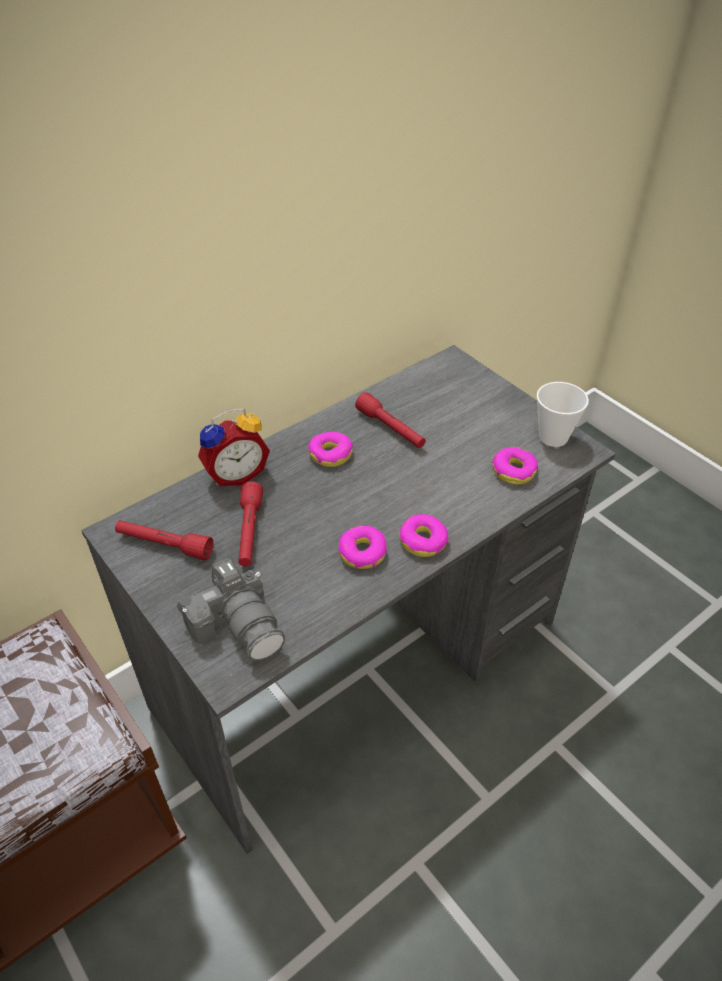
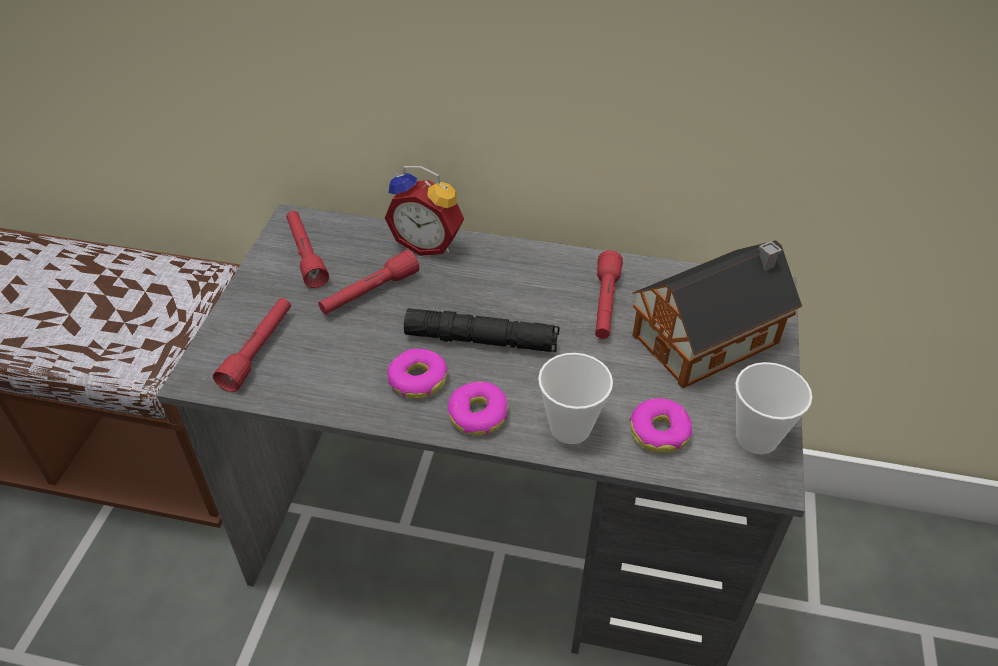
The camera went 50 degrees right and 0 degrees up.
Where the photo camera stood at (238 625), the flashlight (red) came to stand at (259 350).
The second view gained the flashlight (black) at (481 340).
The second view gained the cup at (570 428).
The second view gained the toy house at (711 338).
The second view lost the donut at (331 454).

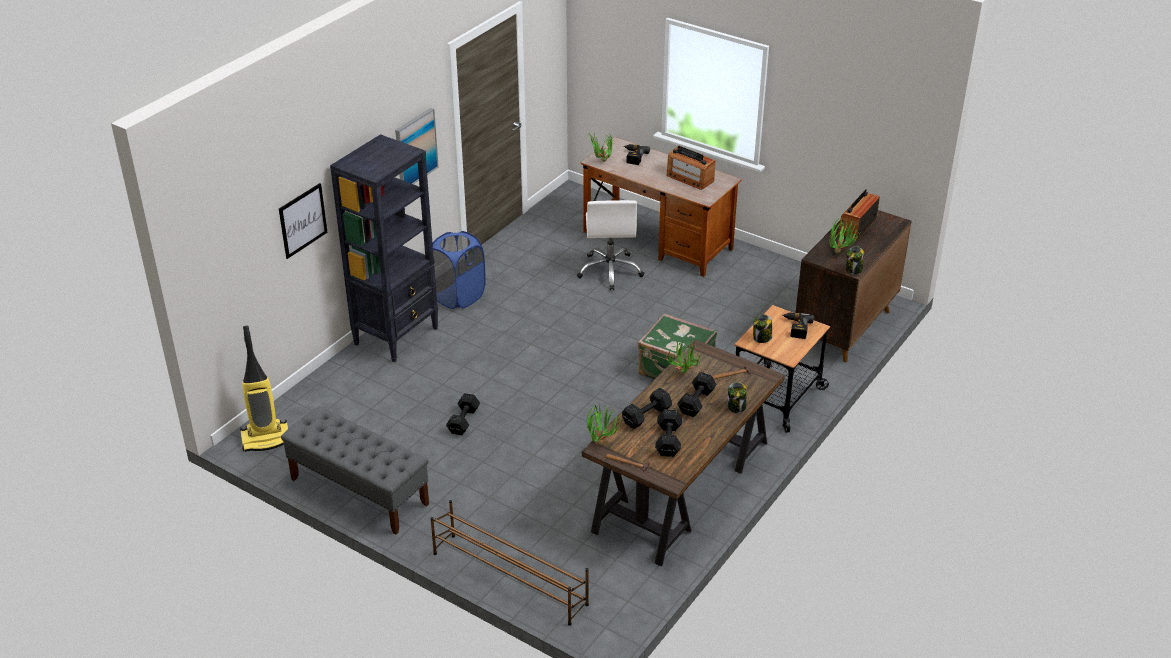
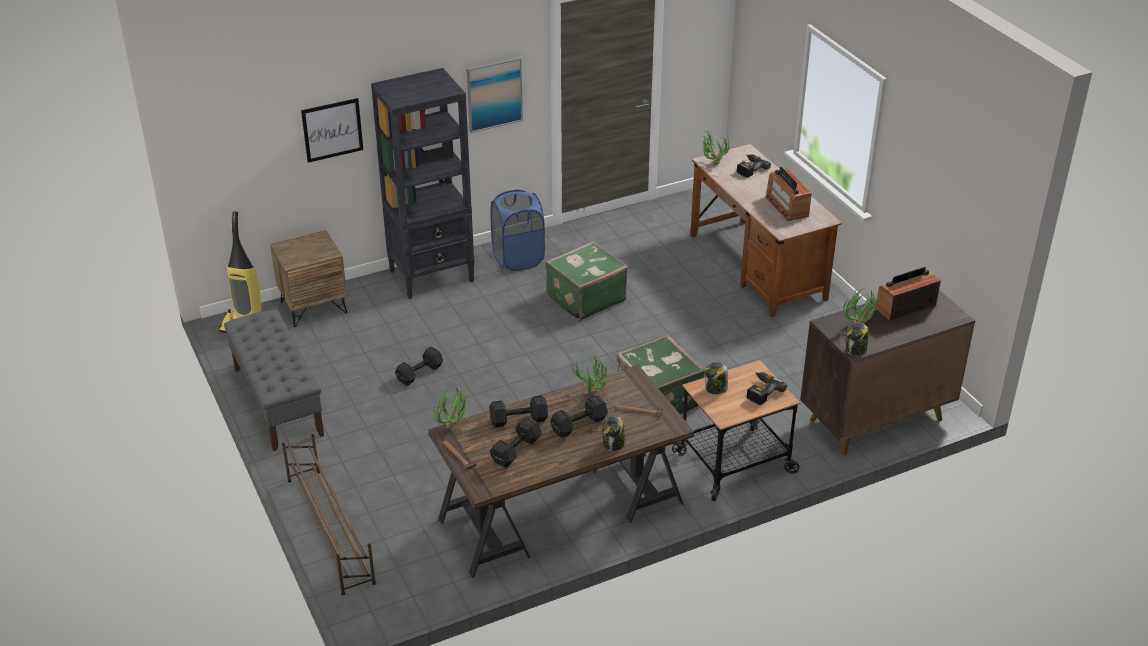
The camera went 30 degrees right and 0 degrees up.
The second view gained the nightstand (brown) at (313 307).
The second view gained the suitcase (green) at (584 298).
The second view lost the office chair (white) at (610 271).

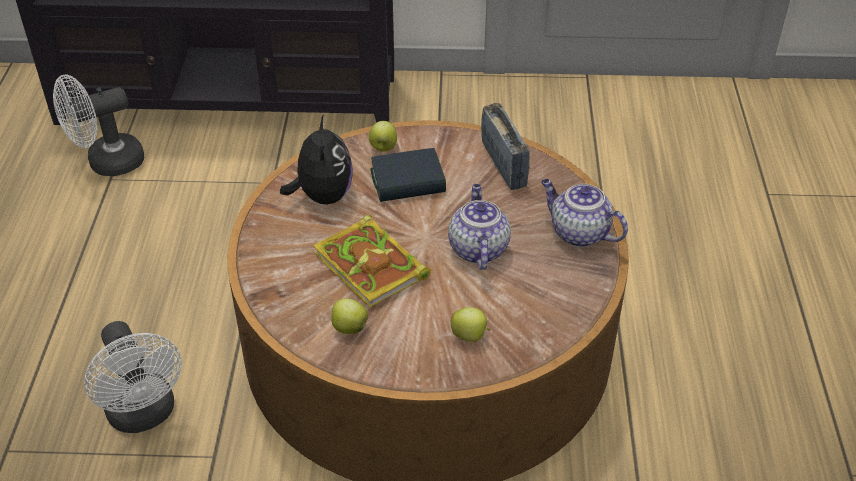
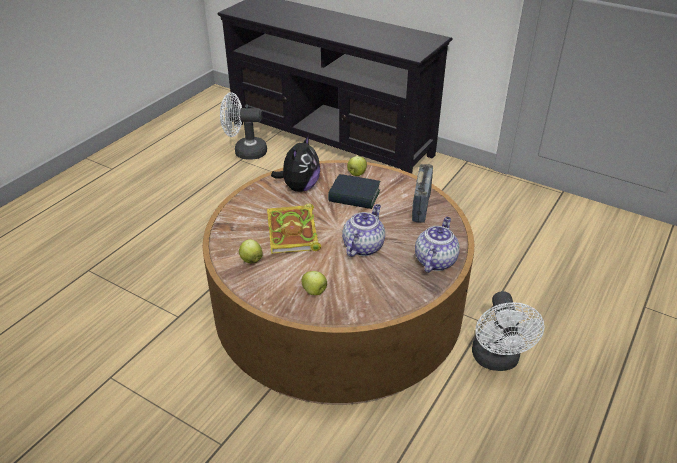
The camera went 30 degrees right and 5 degrees down.
The teapot at (578 233) ended up facing another way, 45 degrees clockwise from before.
The fan (white) ended up elsewhere, having gone from (144 415) to (497 360).

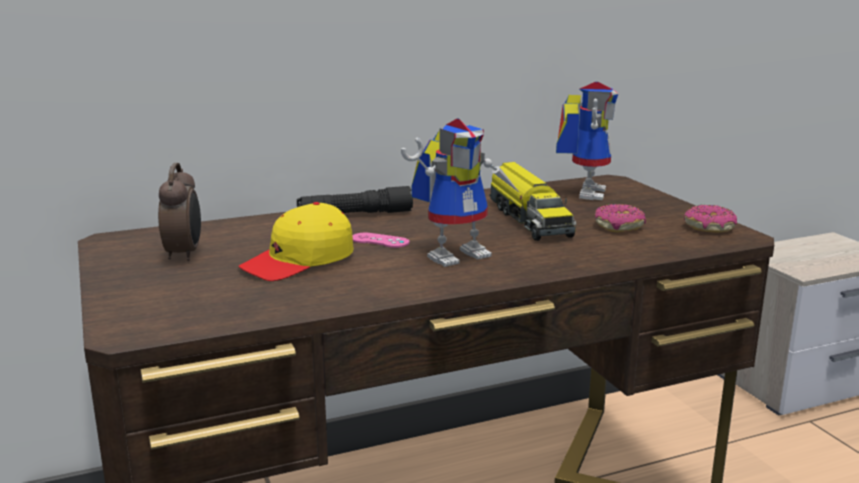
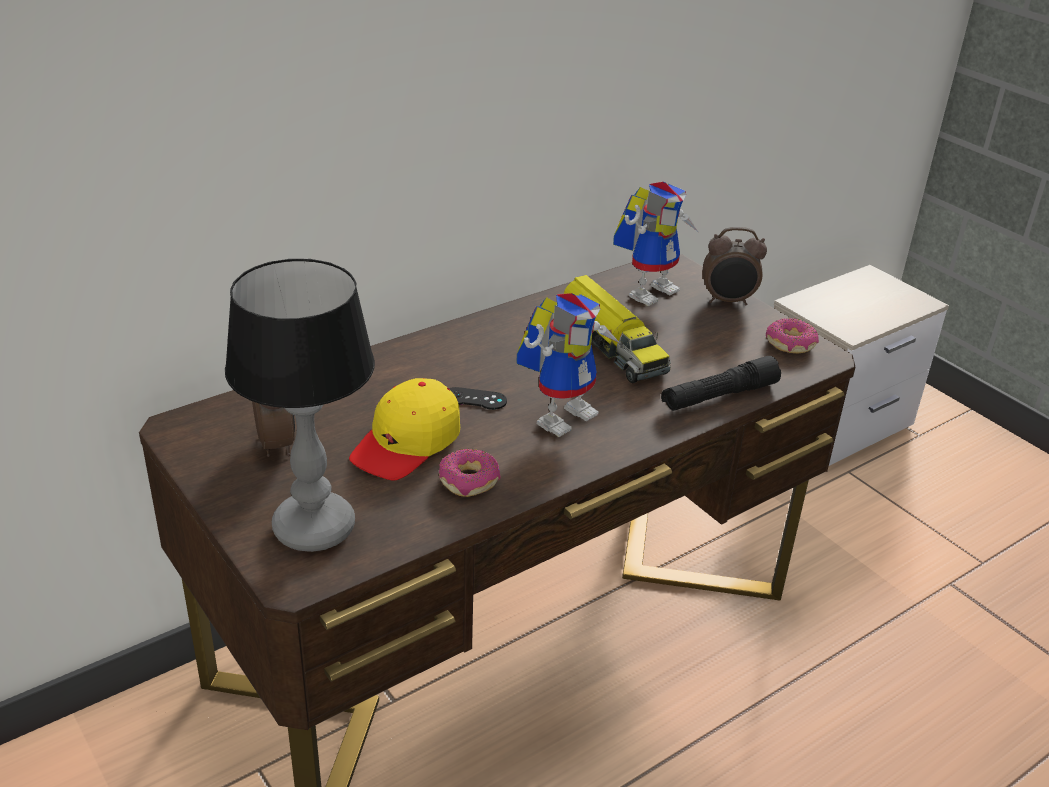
The camera went 15 degrees left and 15 degrees up.
The second view gained the table lamp at (314 529).
The donut ended up elsewhere, having gone from (619 226) to (469 480).
What was the game controller (pink) at (380 241) turned into the game controller (black) at (474 399).
The toy robot at (584 192) ended up facing another way, 45 degrees clockwise from before.
The flashlight (black) ended up elsewhere, having gone from (355 215) to (719 396).
The second view gained the alarm clock at (728 301).

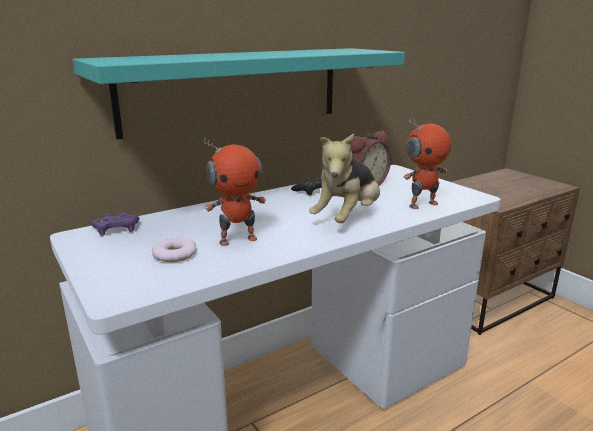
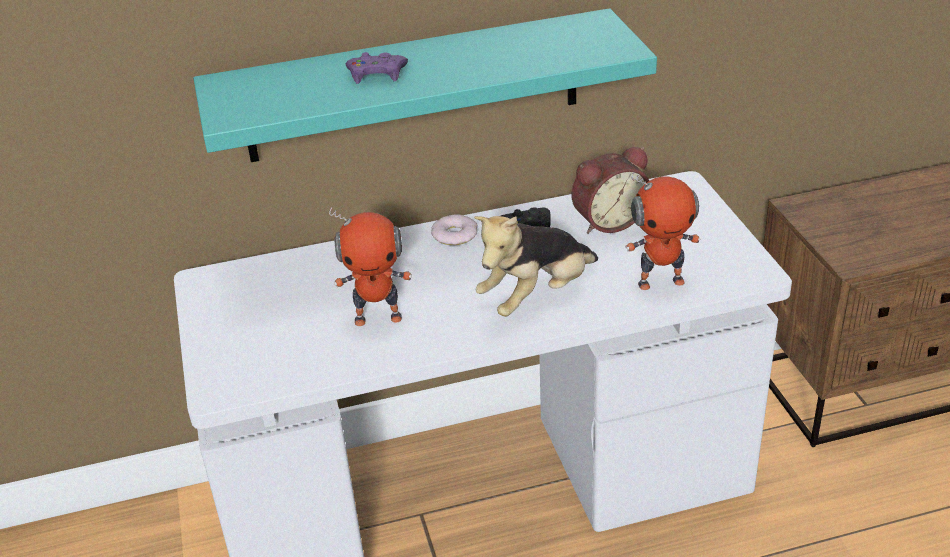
The camera went 20 degrees right and 15 degrees up.
The game controller (purple) ended up elsewhere, having gone from (116 229) to (377 74).
The donut ended up elsewhere, having gone from (174 254) to (454 234).

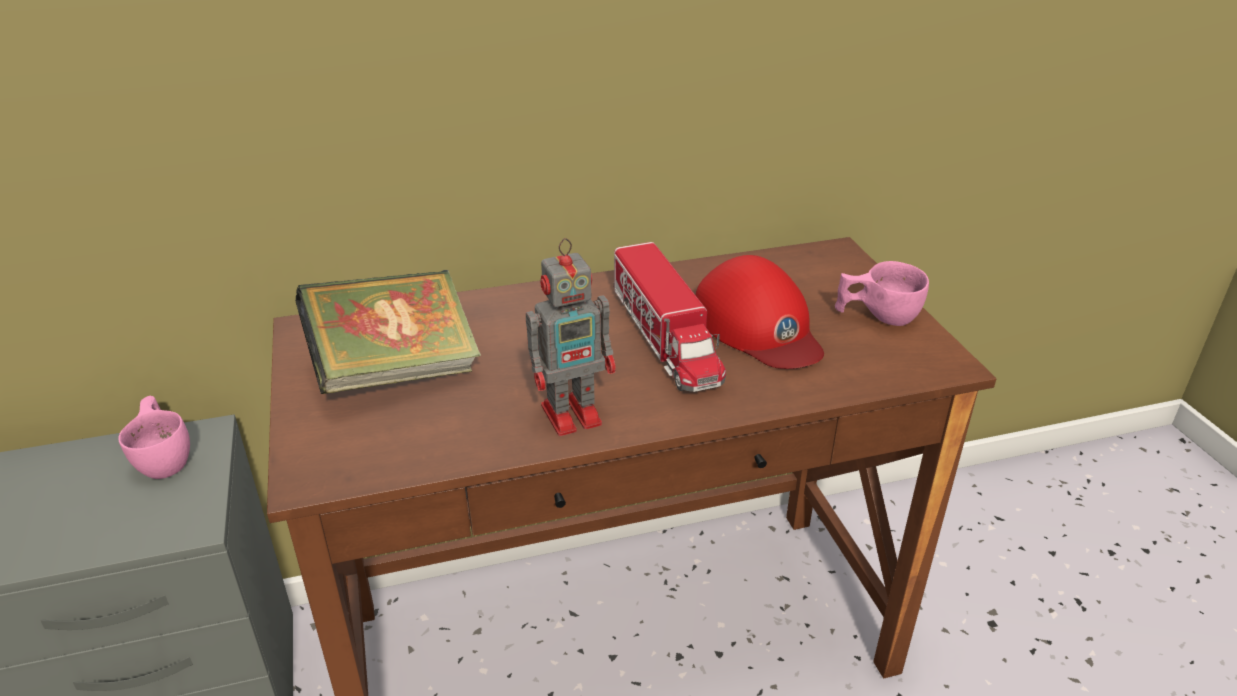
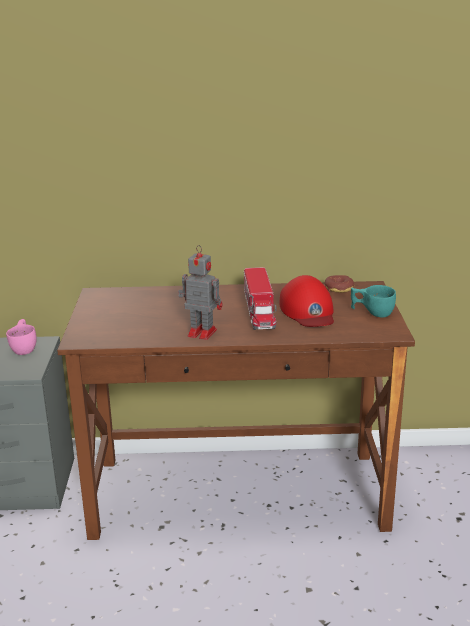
The camera went 15 degrees right and 10 degrees down.
The toy robot at (574 413) ended up facing another way, 150 degrees counterclockwise from before.
The second view gained the donut at (339 288).
What was the cup (pink) at (877 315) turned into the cup (turquoise) at (372 312).
The second view lost the book at (395 372).

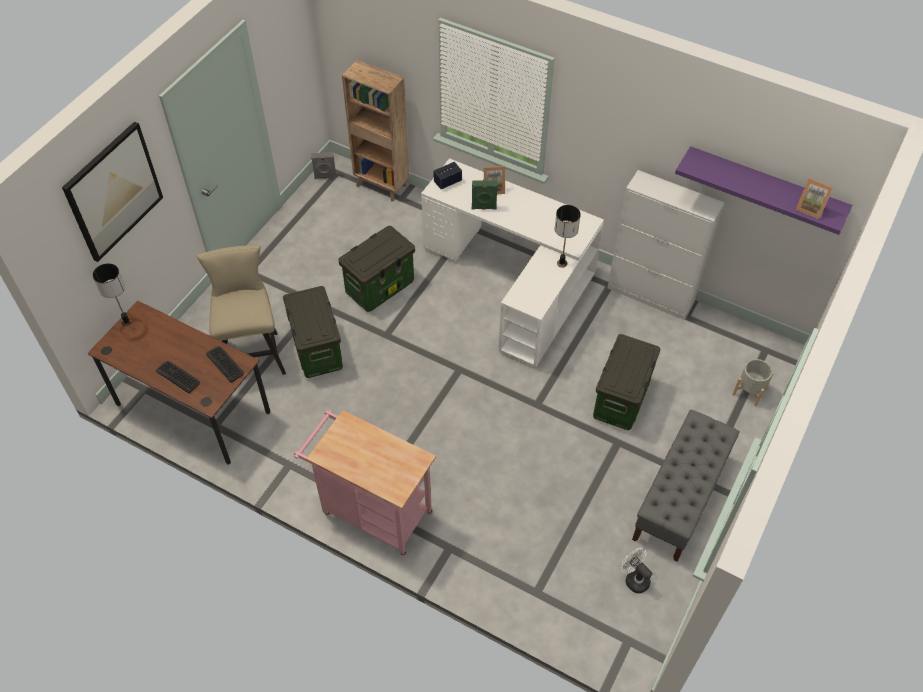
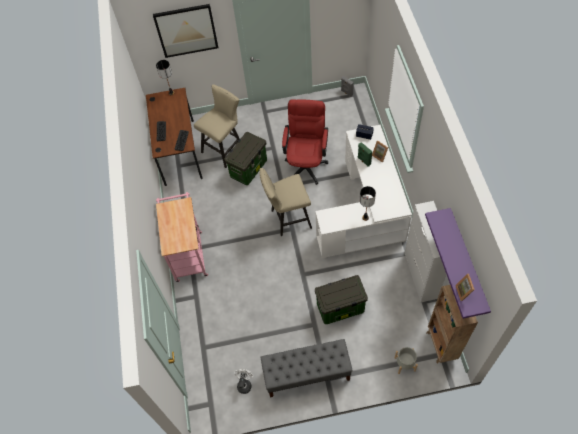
The camera went 55 degrees right and 5 degrees up.
The second view gained the stool (beige) at (288 219).
Where the storage box stood at (380 287), the office chair (red) came to stand at (306 163).
The bookcase (brown) ended up elsewhere, having gone from (382 186) to (441 346).

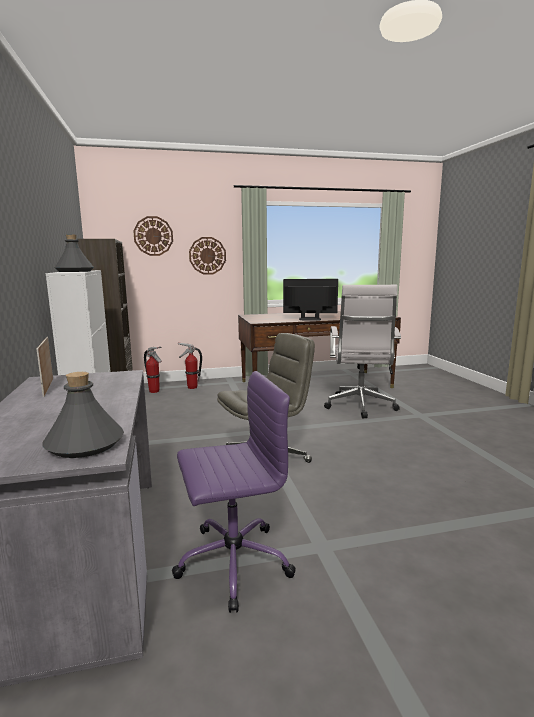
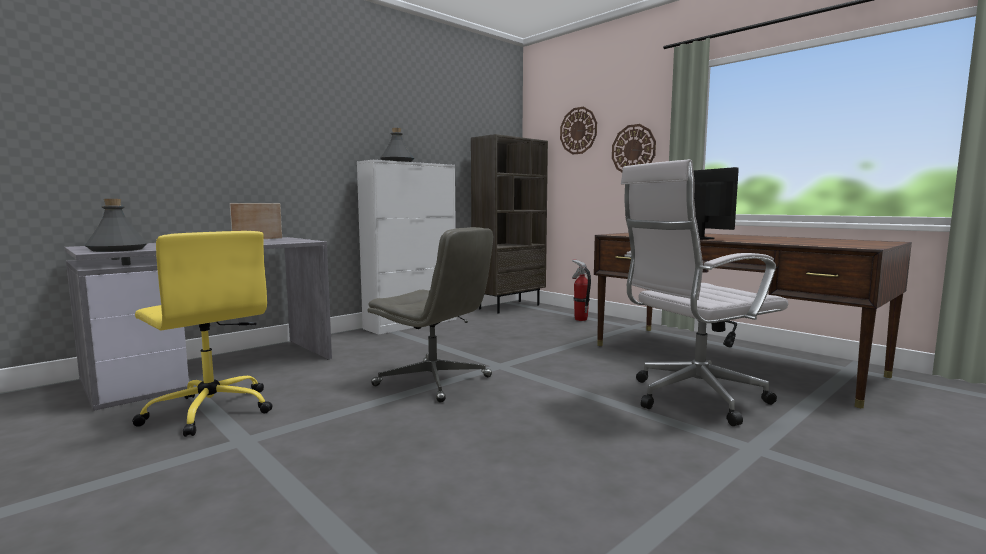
The camera went 60 degrees right and 5 degrees down.
What was the office chair (purple) at (231 562) turned into the office chair (yellow) at (210 410).
The second view lost the fire extinguisher at (154 391).

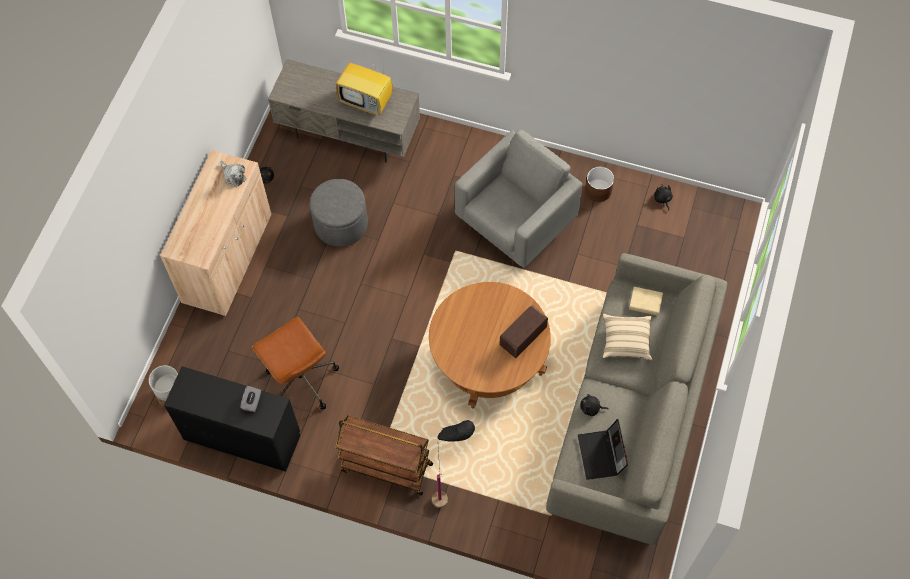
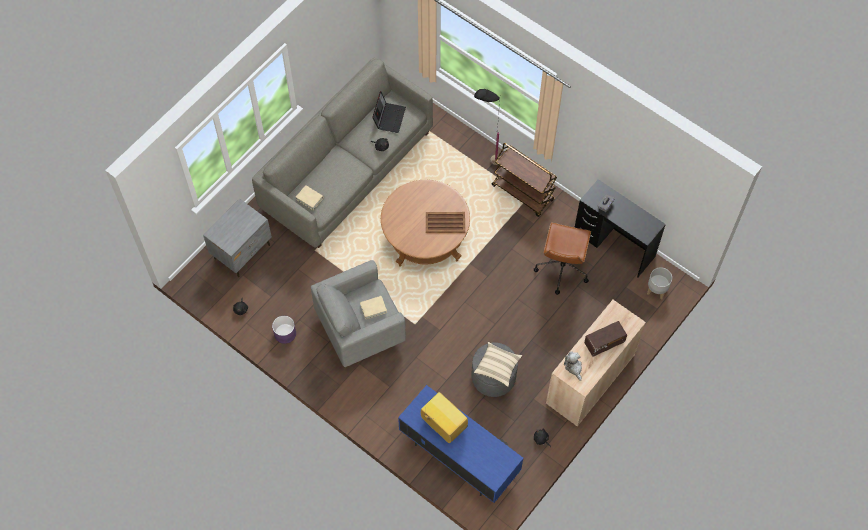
The camera went 160 degrees left and 0 degrees up.
The second view gained the nightstand (grey) at (242 252).
What was the planter (brown) at (598 190) turned into the planter (purple) at (285 333).
The second view gained the book (beige) at (373 308).
What was the tv stand (grey) at (349 132) turned into the tv stand (blue) at (458 456).
The second view gained the tray (brown) at (444 222).
The pillow (beige) ended up elsewhere, having gone from (626 341) to (497 367).
The office chair (brown) at (301 380) ended up facing another way, 150 degrees counterclockwise from before.
The radio ended up elsewhere, having gone from (523 337) to (604 343).

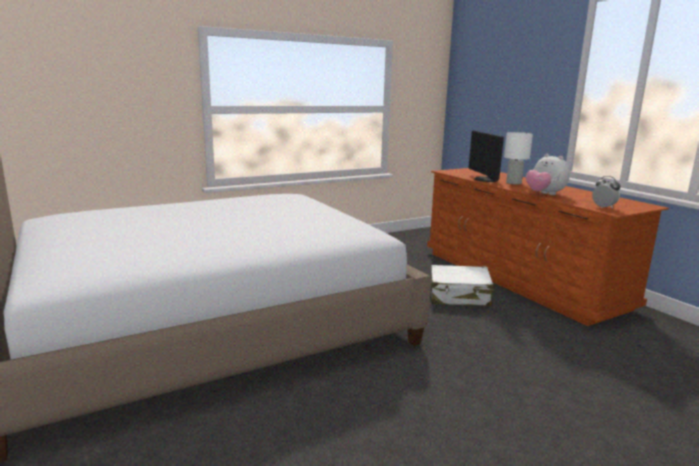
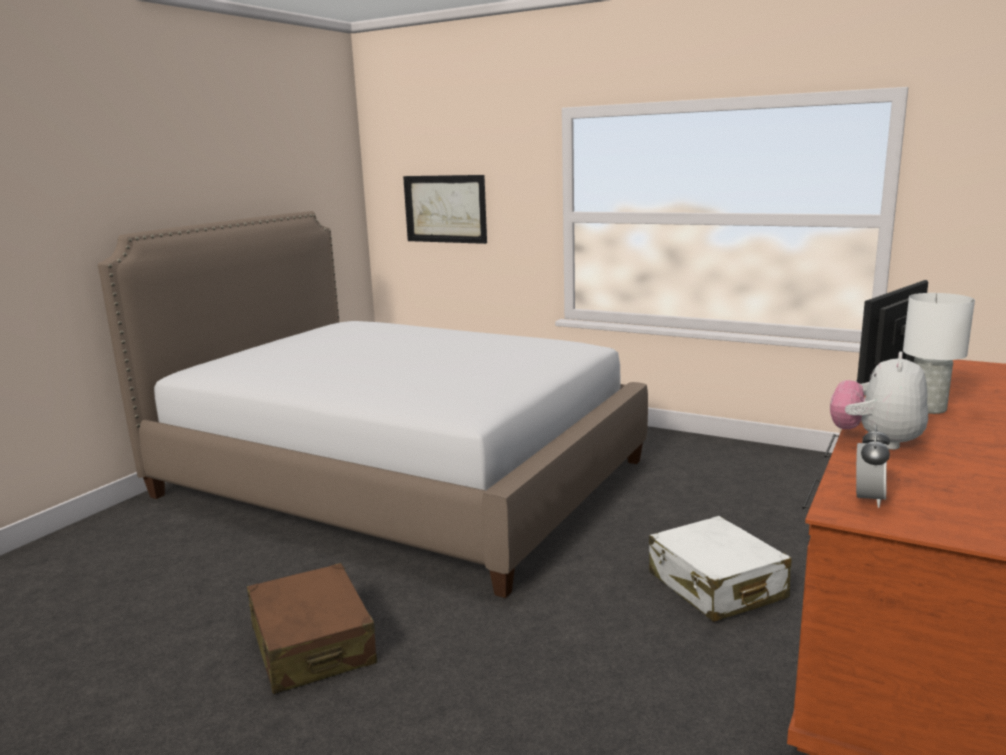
The camera went 60 degrees right and 0 degrees up.
The second view gained the suitcase (brown) at (312 645).
The second view gained the picture at (445 209).

